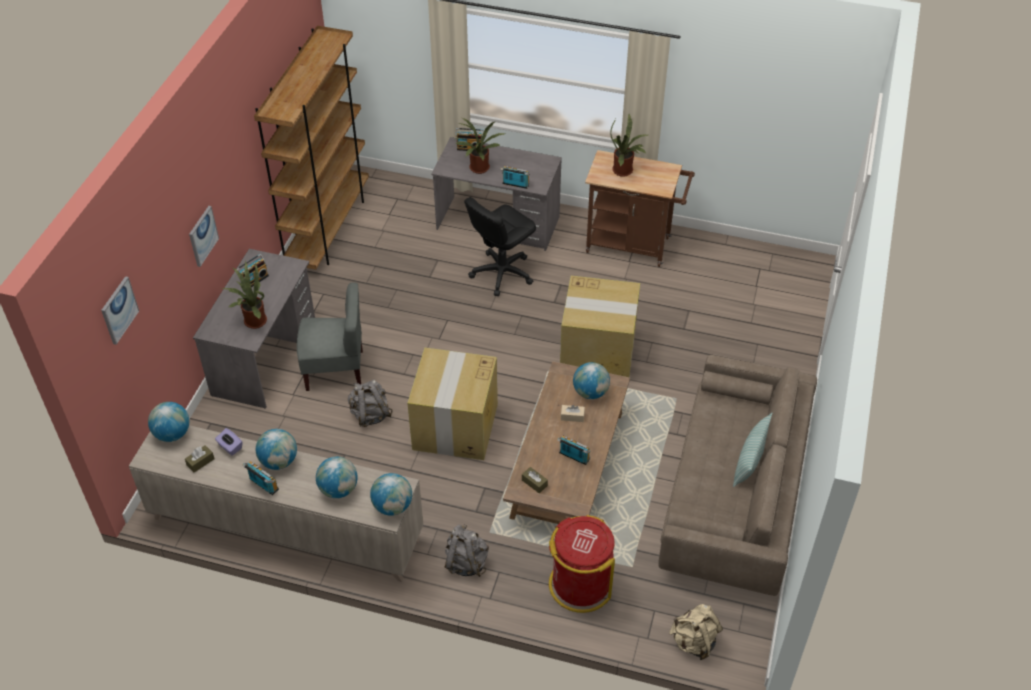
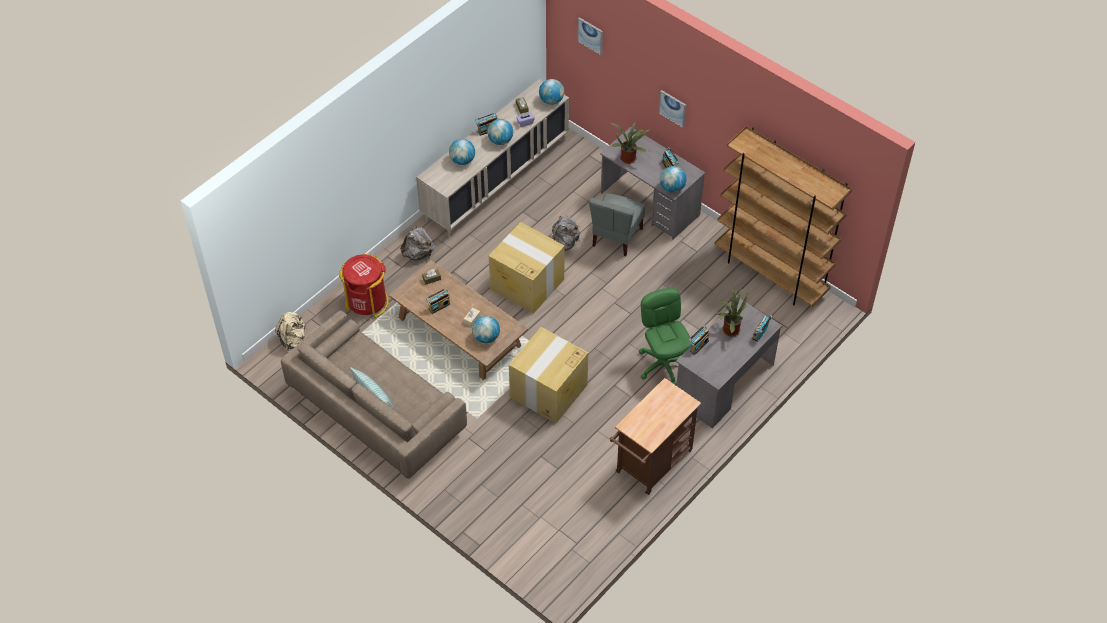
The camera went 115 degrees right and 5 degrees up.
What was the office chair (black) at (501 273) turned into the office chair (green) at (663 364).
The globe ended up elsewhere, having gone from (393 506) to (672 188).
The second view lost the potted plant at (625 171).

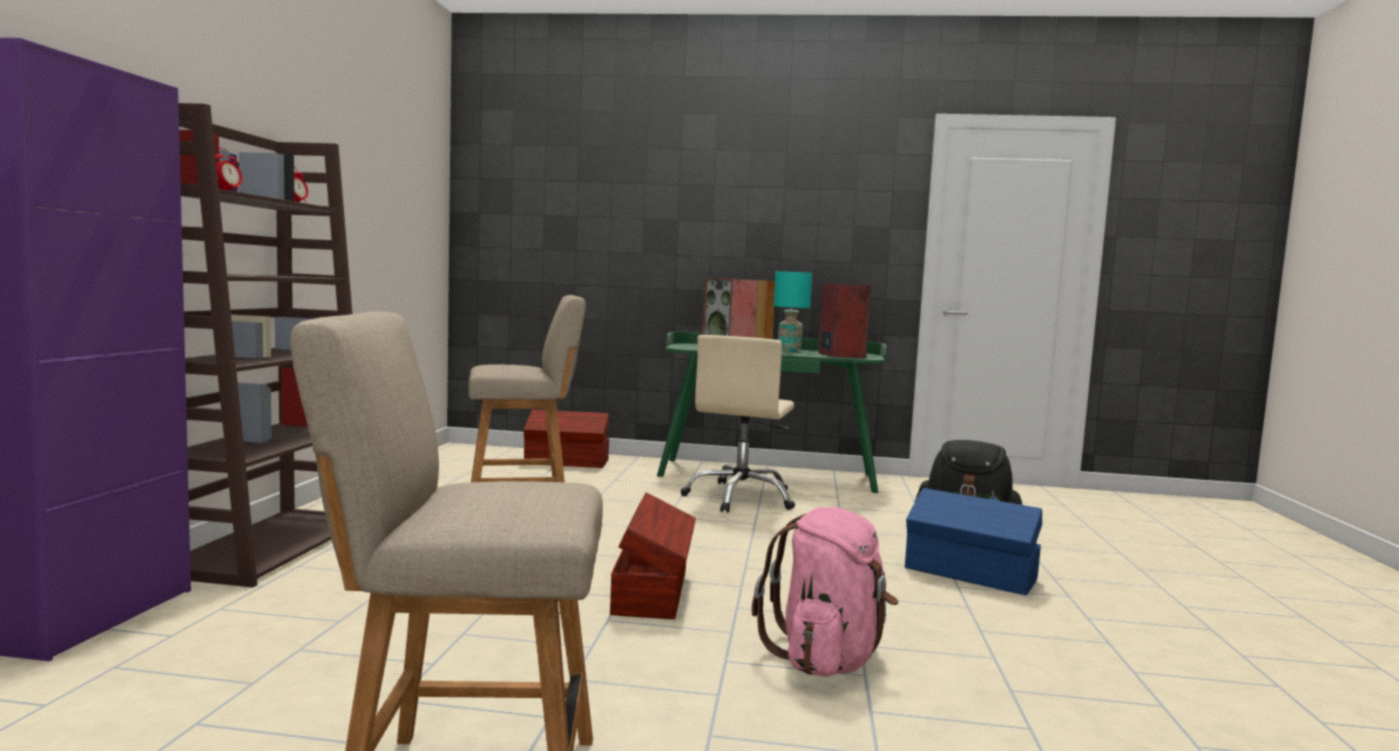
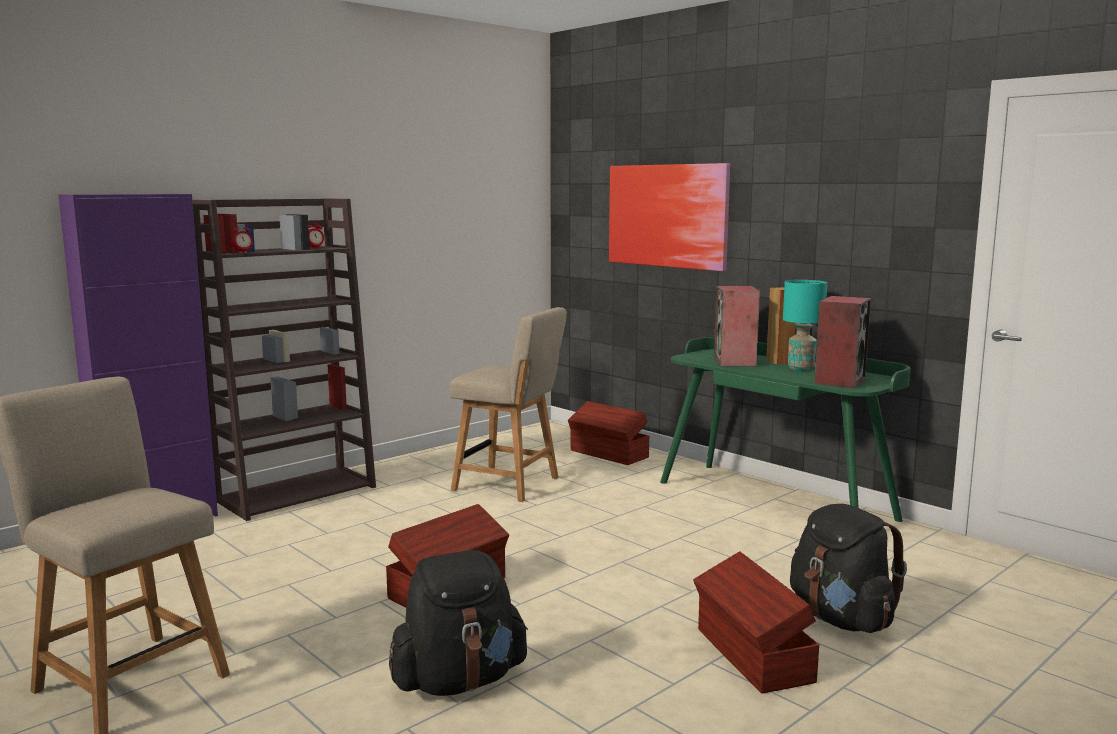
The camera went 40 degrees right and 5 degrees up.
What was the backpack (pink) at (827 658) turned into the backpack (black) at (459 681).
The second view gained the picture at (667 215).
What was the storage box (blue) at (970 574) turned into the storage box (brown) at (752 656).
The second view lost the office chair (beige) at (741 498).

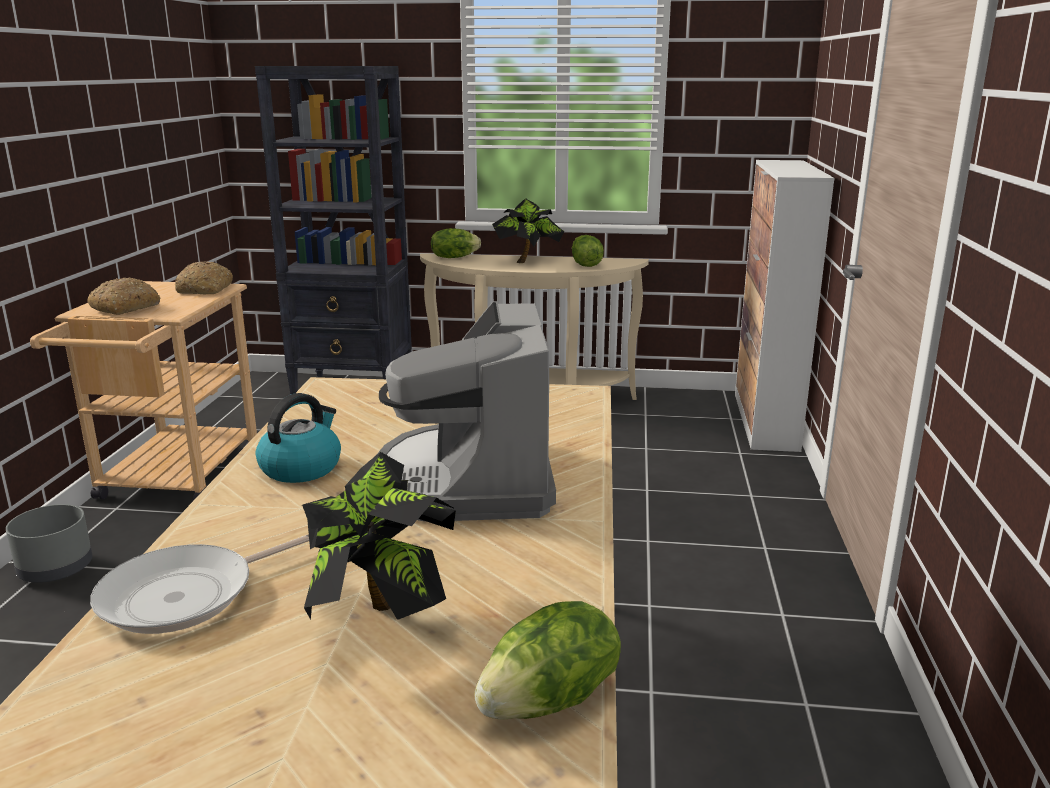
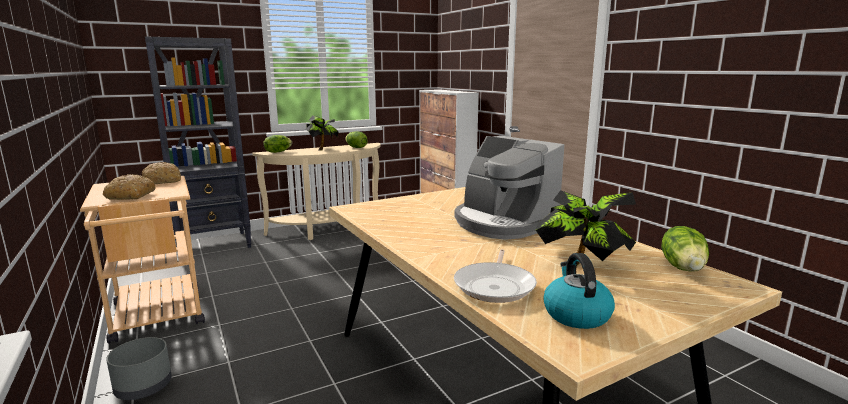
The camera went 35 degrees left and 5 degrees down.
The kettle ended up elsewhere, having gone from (301 468) to (575 314).

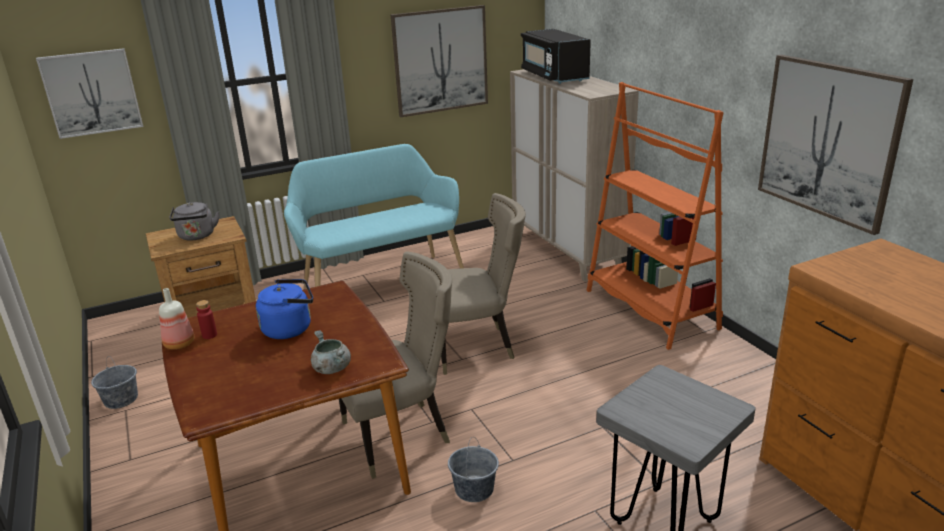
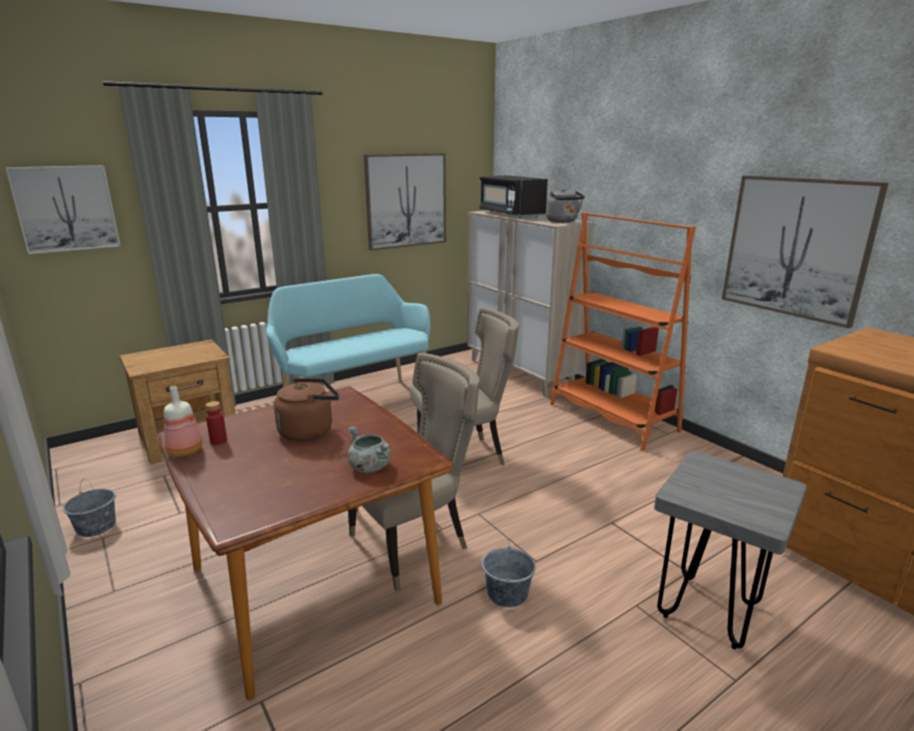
The camera went 10 degrees left and 5 degrees down.
What was the kettle (blue) at (290 328) turned into the kettle (brown) at (309 431).
The kettle (grey) ended up elsewhere, having gone from (197 236) to (563 221).

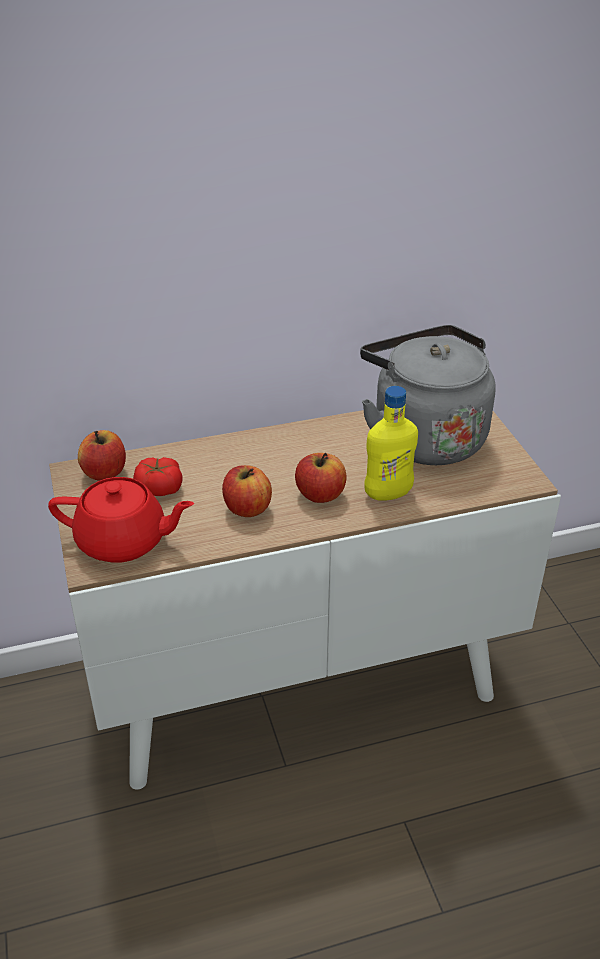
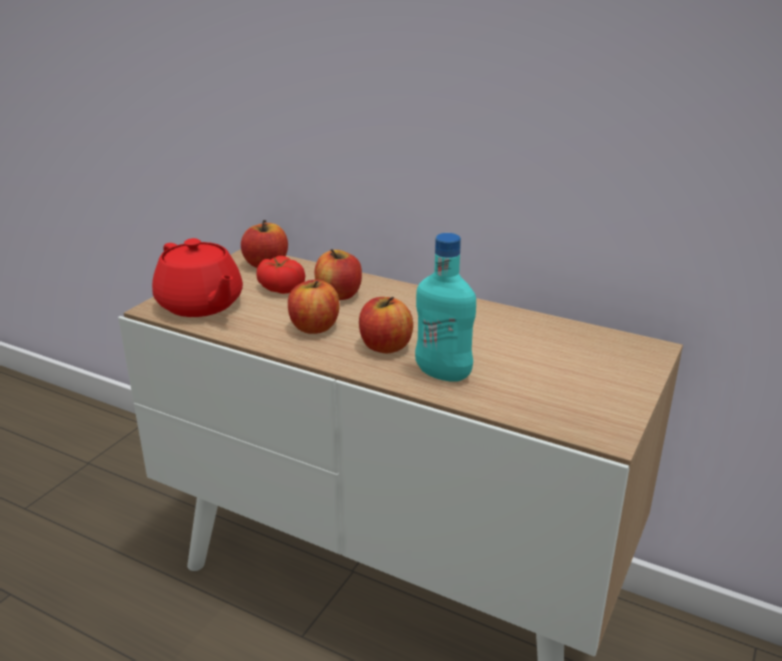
The camera went 45 degrees right and 10 degrees down.
The second view gained the apple at (339 295).
What was the bottle (yellow) at (388 494) turned into the bottle (turquoise) at (443 374).
The second view lost the kettle (grey) at (424 437).

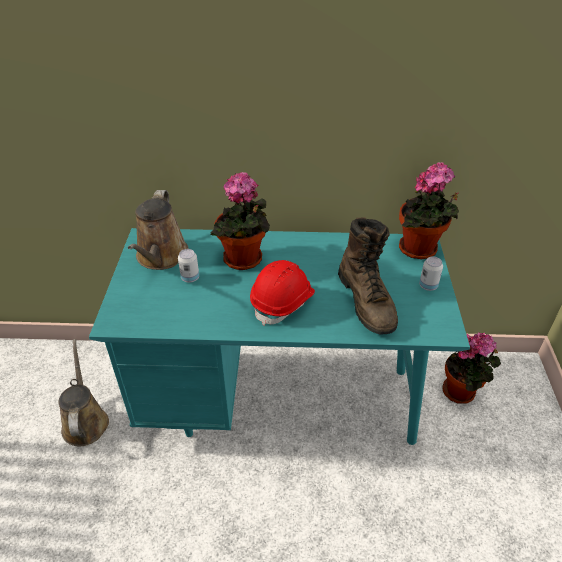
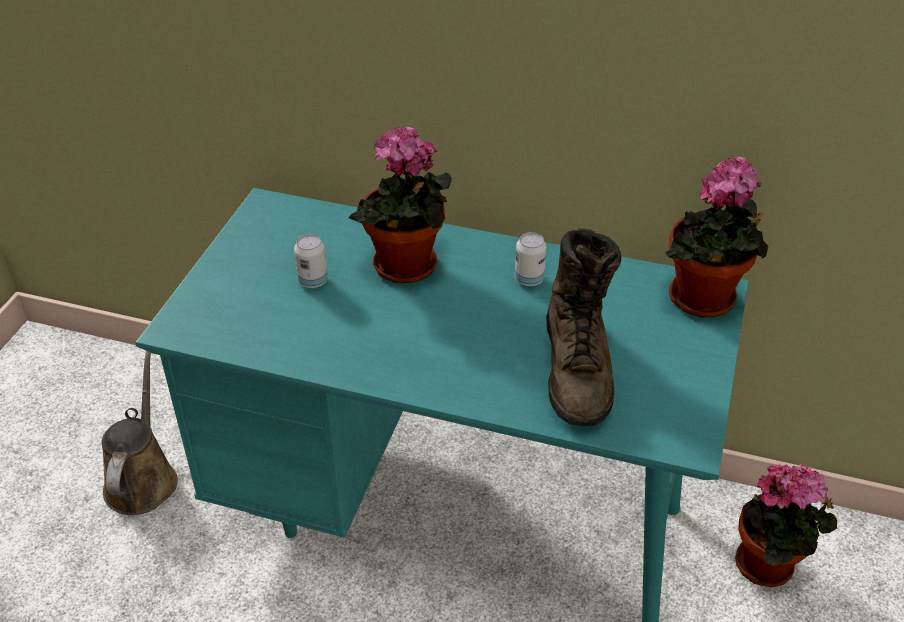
The camera went 15 degrees right and 0 degrees up.
The can ended up elsewhere, having gone from (428 286) to (529 279).
The second view lost the watering can (brown) at (161 257).
The second view lost the hard hat (red) at (283 302).

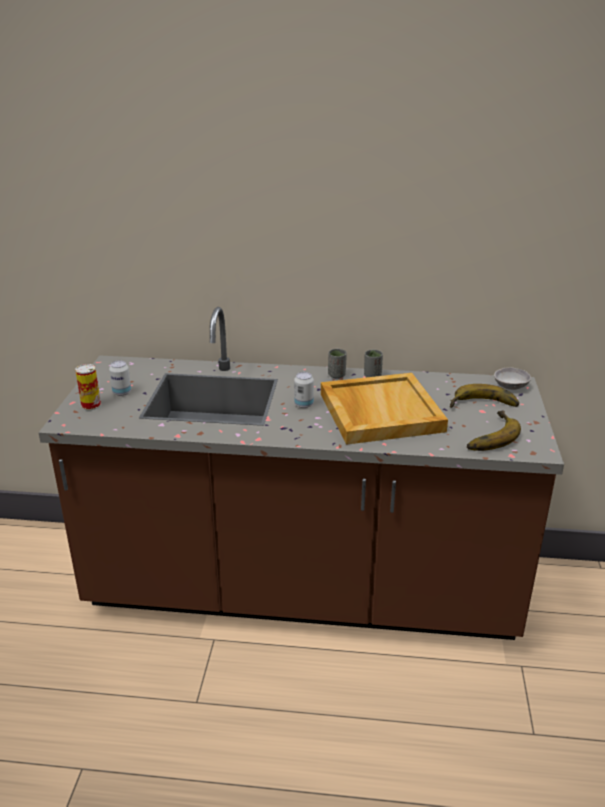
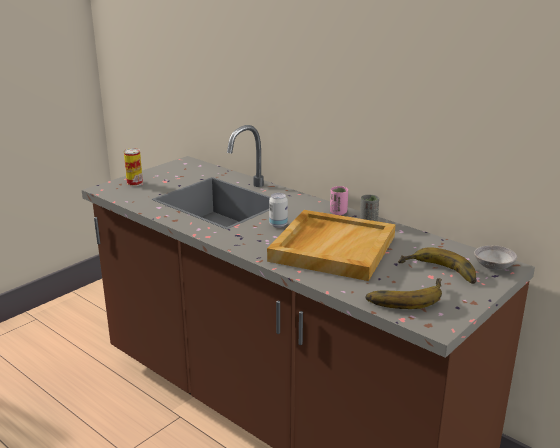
The camera went 35 degrees right and 5 degrees down.
What was the cup (grey) at (336 375) turned into the cup (pink) at (338 212).
The second view lost the can at (122 392).

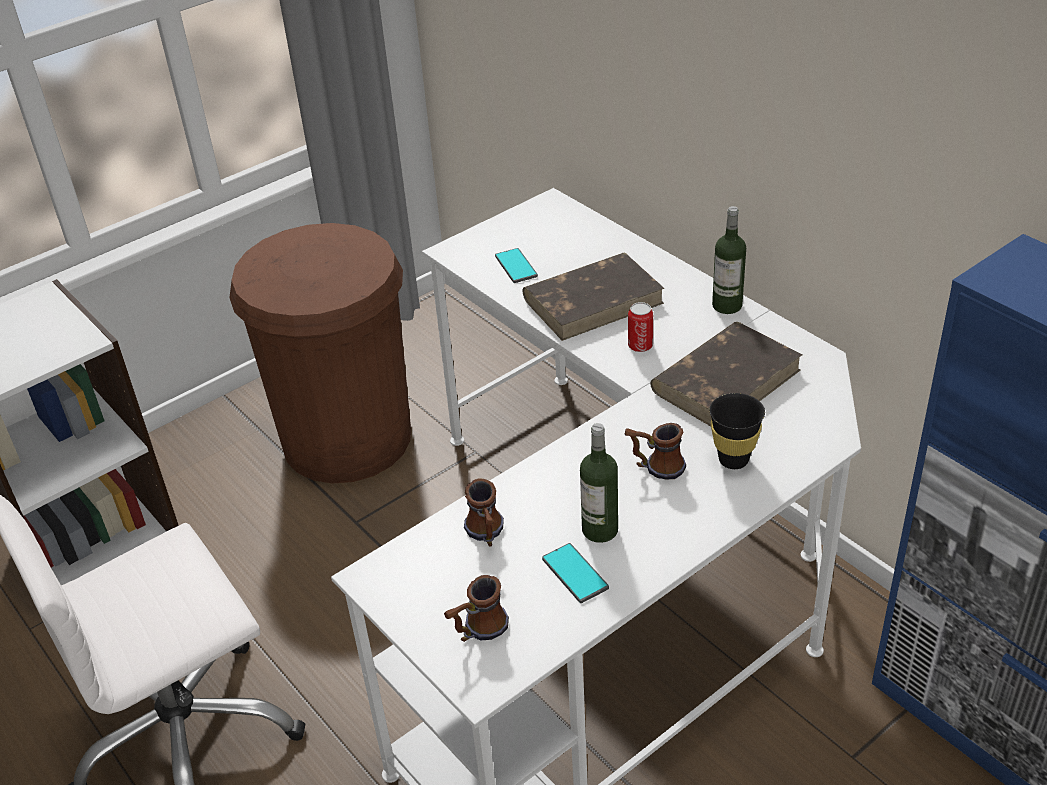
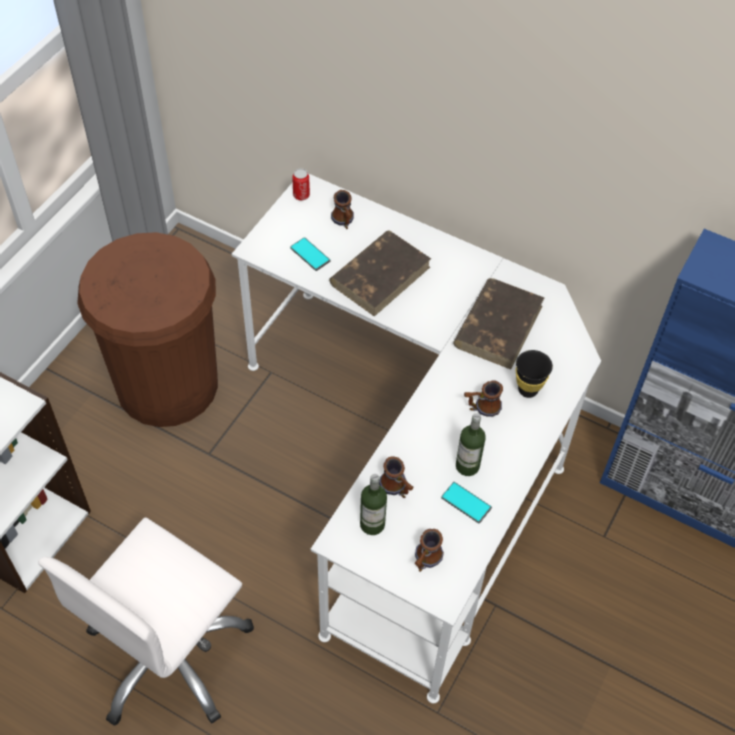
The camera went 25 degrees left and 15 degrees up.
The can ended up elsewhere, having gone from (640 346) to (301 195).
The second view gained the mug at (344 222).
The bottle ended up elsewhere, having gone from (727 305) to (372 524).

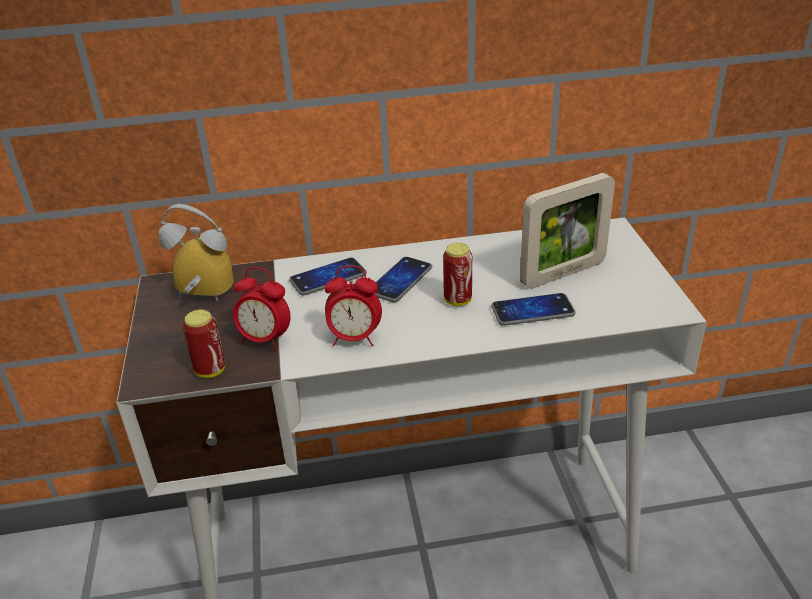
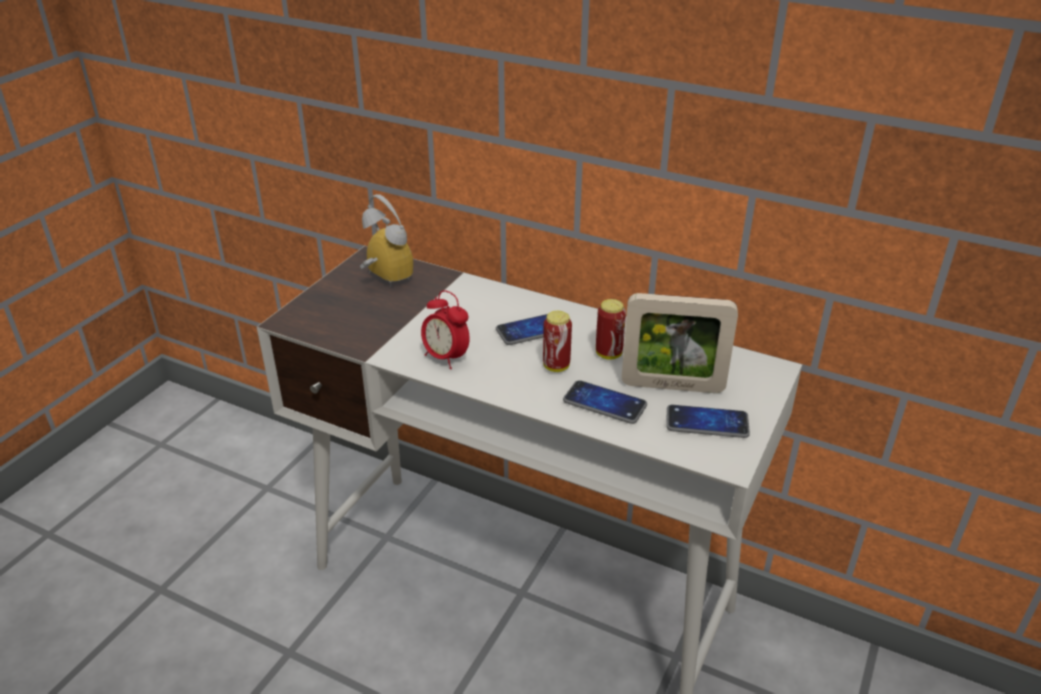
The camera went 35 degrees right and 0 degrees up.
The can ended up elsewhere, having gone from (210 370) to (608 354).
The phone ended up elsewhere, having gone from (328 278) to (707 423).
The second view lost the alarm clock at (265 340).

